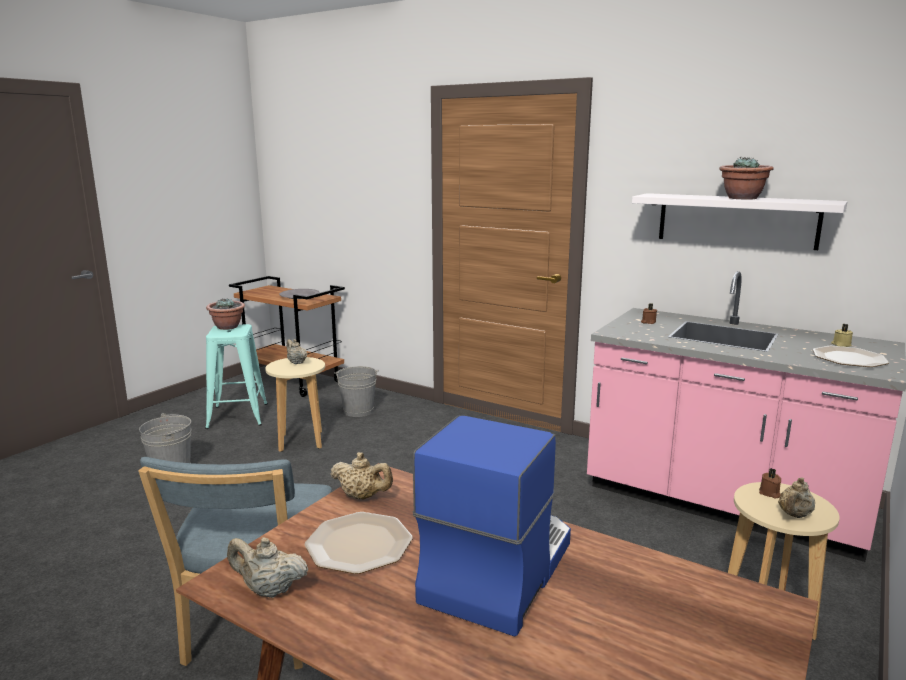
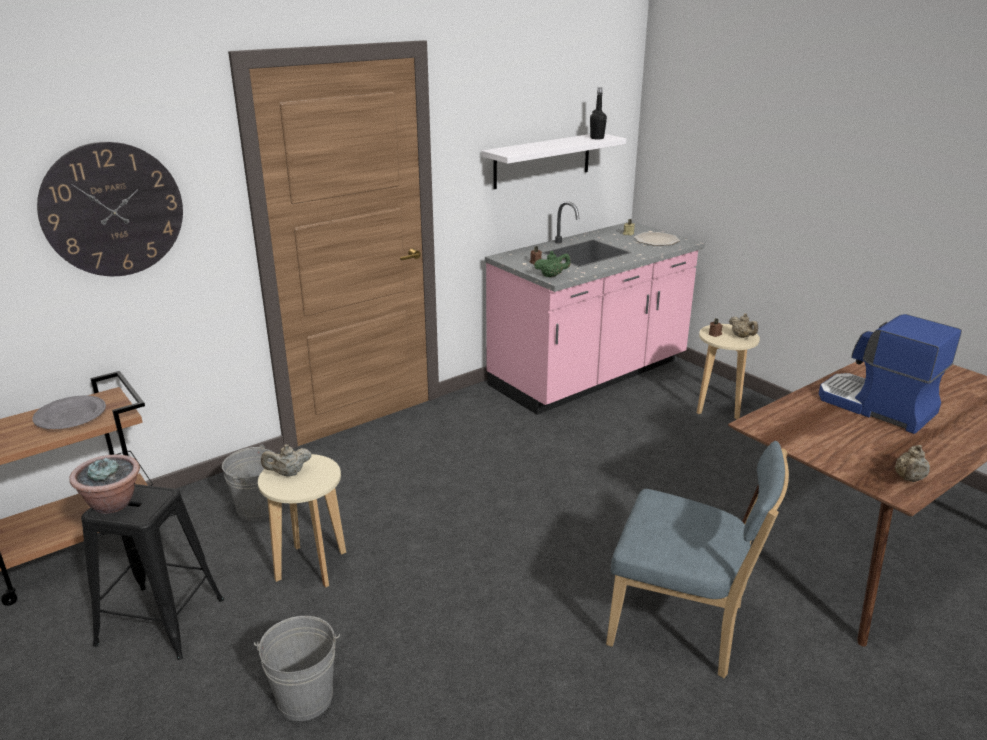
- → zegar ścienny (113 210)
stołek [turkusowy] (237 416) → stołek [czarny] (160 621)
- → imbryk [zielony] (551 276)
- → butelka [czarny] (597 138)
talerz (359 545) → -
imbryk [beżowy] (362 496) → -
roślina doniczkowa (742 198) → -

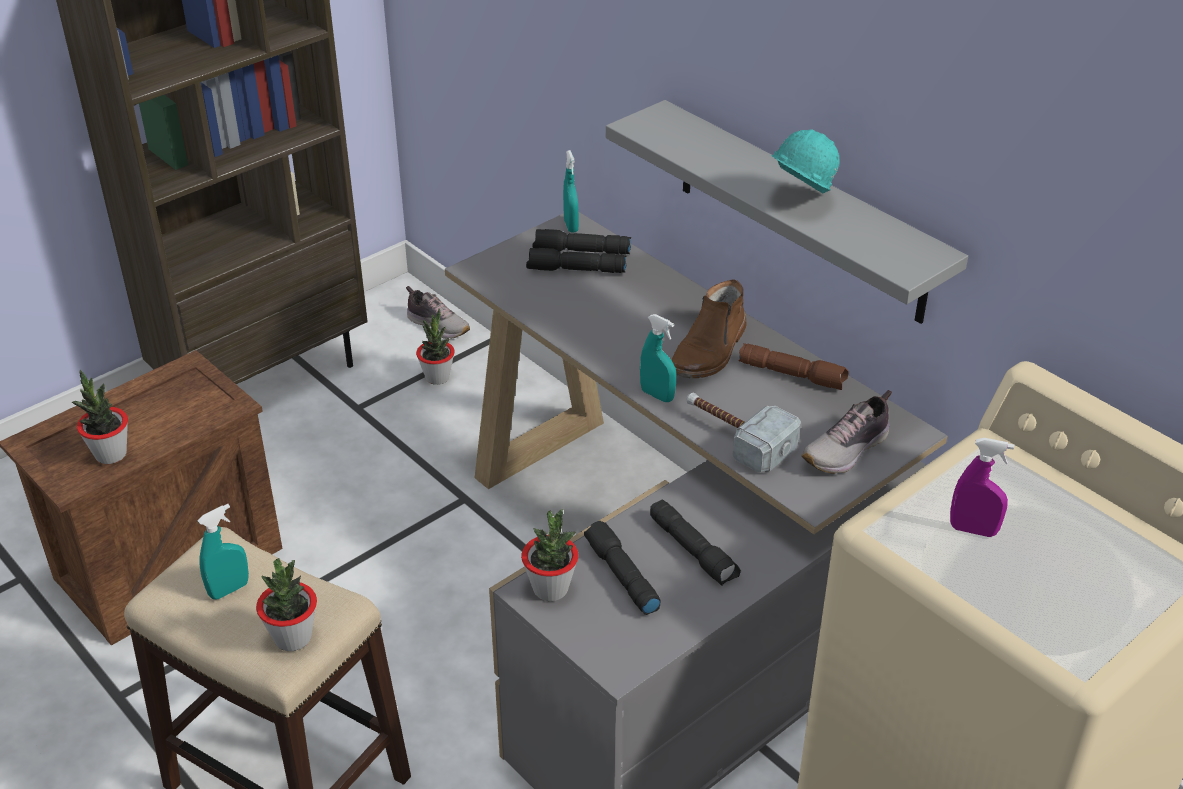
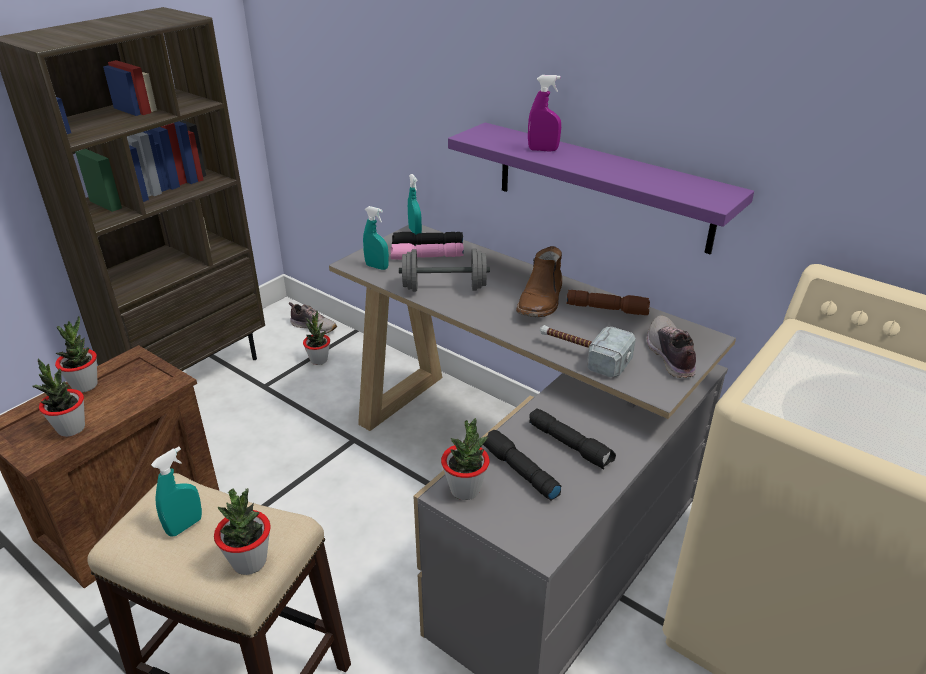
- → roślina doniczkowa (85 385)
spryskiwacz [turkusowy] (657 395) → spryskiwacz [turkusowy] (377 267), moved
latarka [czarny] (575 270) → latarka [różowy] (426 258)
- → hantel [szary] (444 288)
półka [szary] (800 212) → półka [fioletowy] (602 186)
spryskiwacz [fioletowy] (973 530) → spryskiwacz [fioletowy] (543 150), moved
but (847 450) → but (669 355), 135 degrees clockwise
kask [turkusowy] (798 201) → -

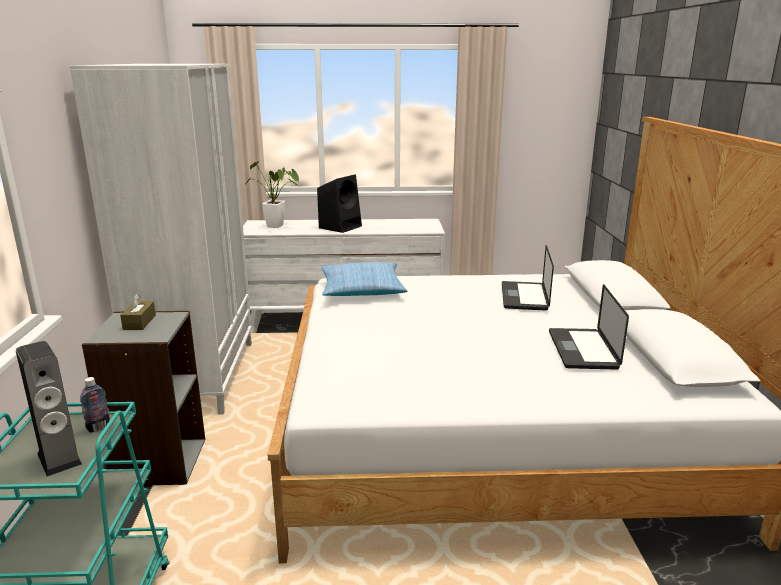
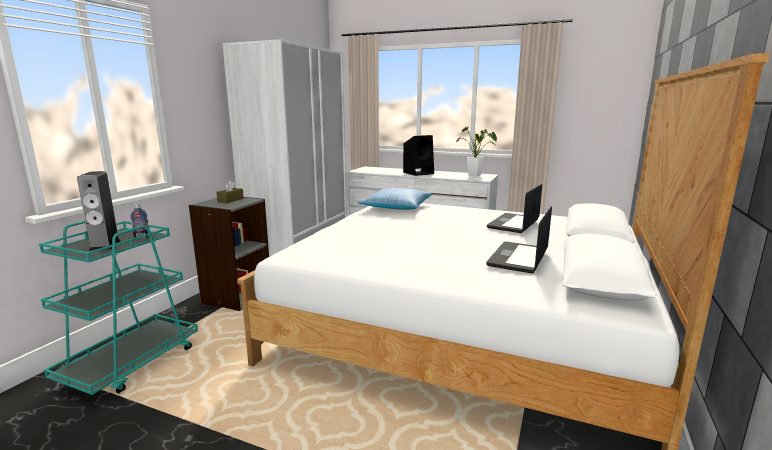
roślina doniczkowa (278 226) → roślina doniczkowa (477 176), moved

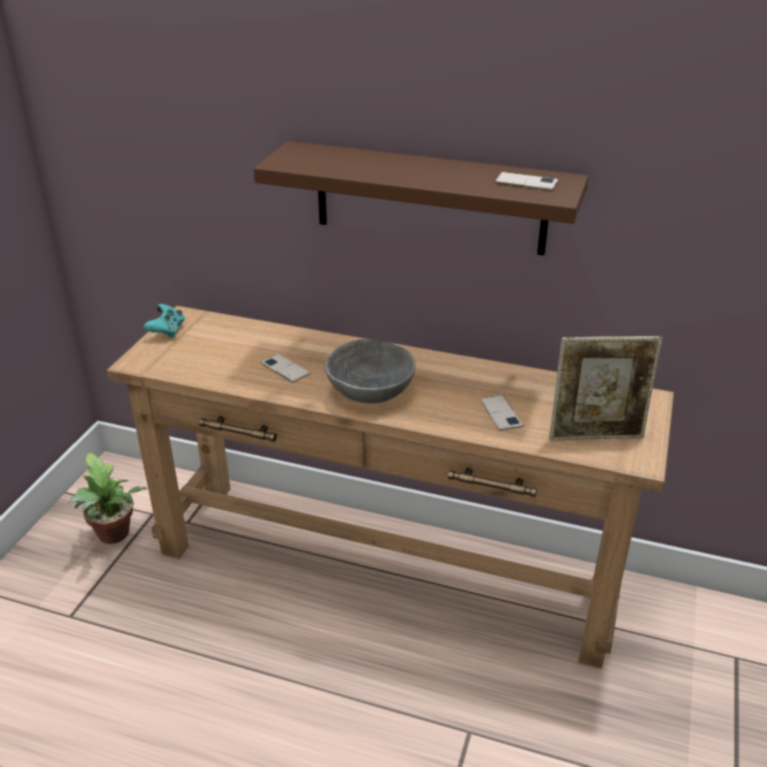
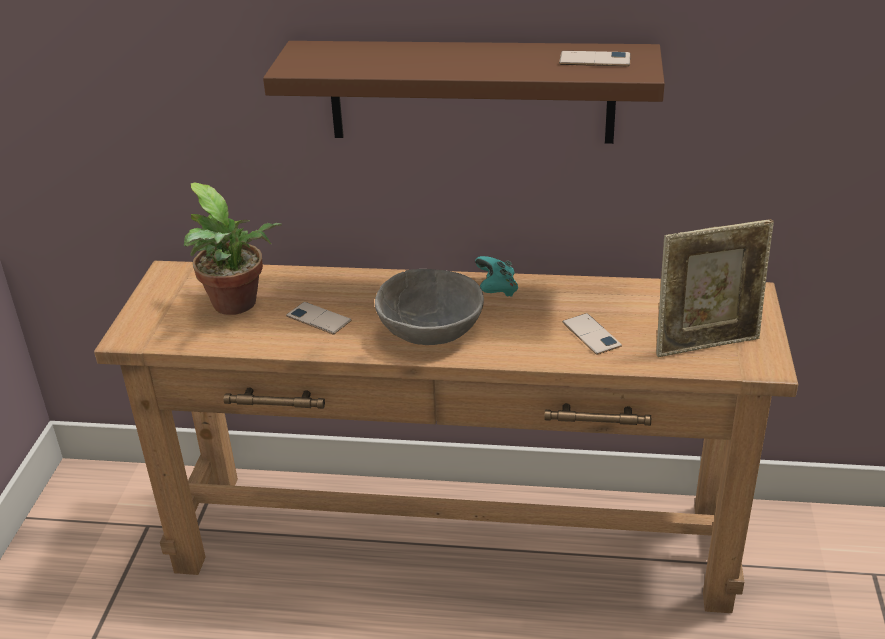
roślina doniczkowa (114 536) → roślina doniczkowa (238 306), moved
pad do gier [turkusowy] (167 331) → pad do gier [turkusowy] (496 289), moved

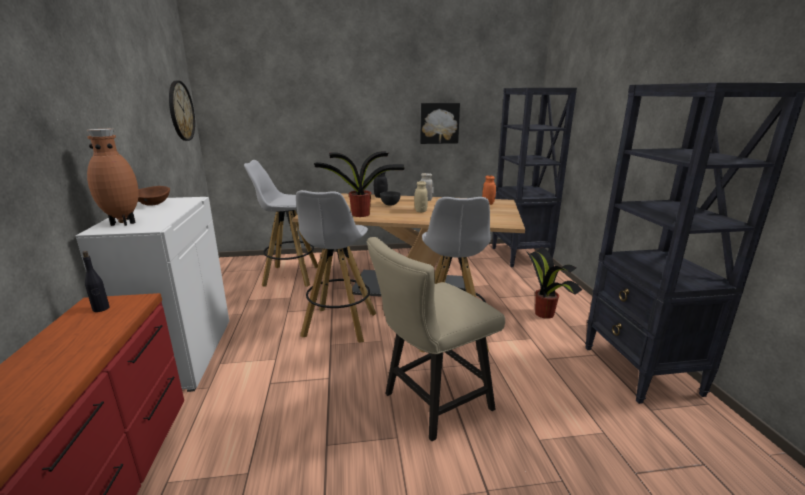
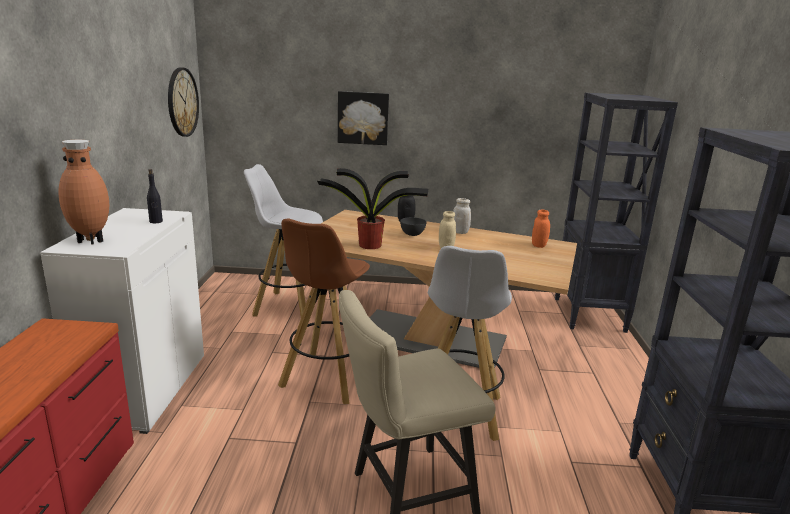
butelka [czarny] (101 309) → butelka [czarny] (156 221), moved
stołek [biały] (339 326) → stołek [brązowy] (327 379)
obraz (439 123) → obraz (363 118), moved
miska [brązowy] (153 204) → -
roślina doniczkowa (545 314) → -

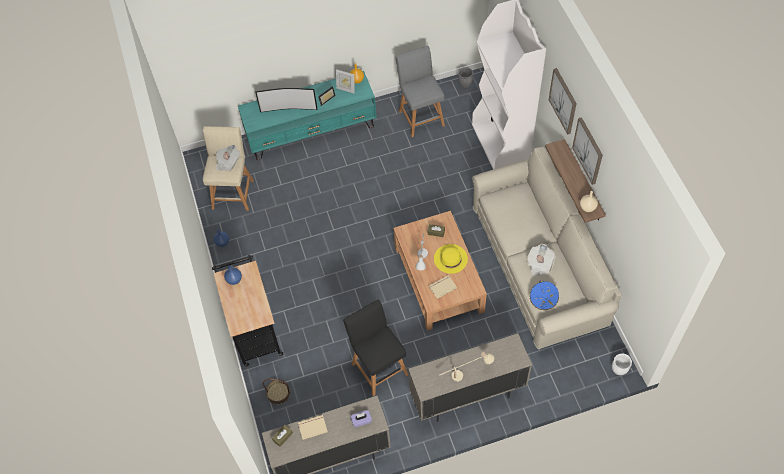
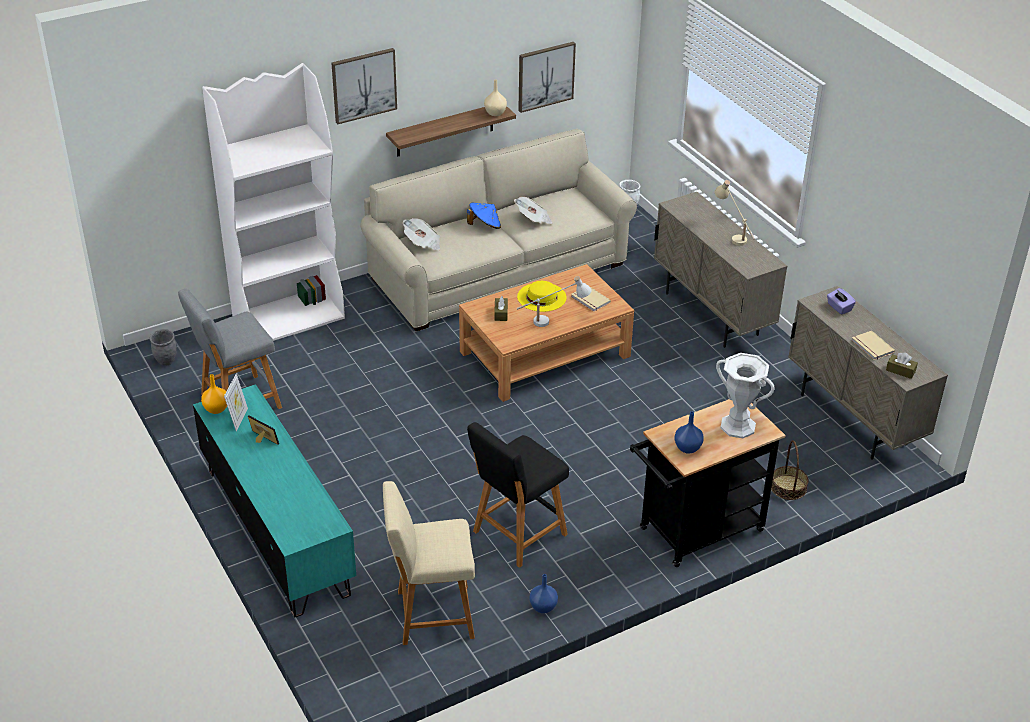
gazeta (227 162) → gazeta (423 243), moved
kapelusz [niebieski] (543 300) → kapelusz [niebieski] (484 226), moved
stołek [czarny] (378 367) → stołek [czarny] (516 535), moved
obraz (588 150) → obraz (545 76), moved
- → wazon [biały] (738 426)
telewizor (288 109) → -

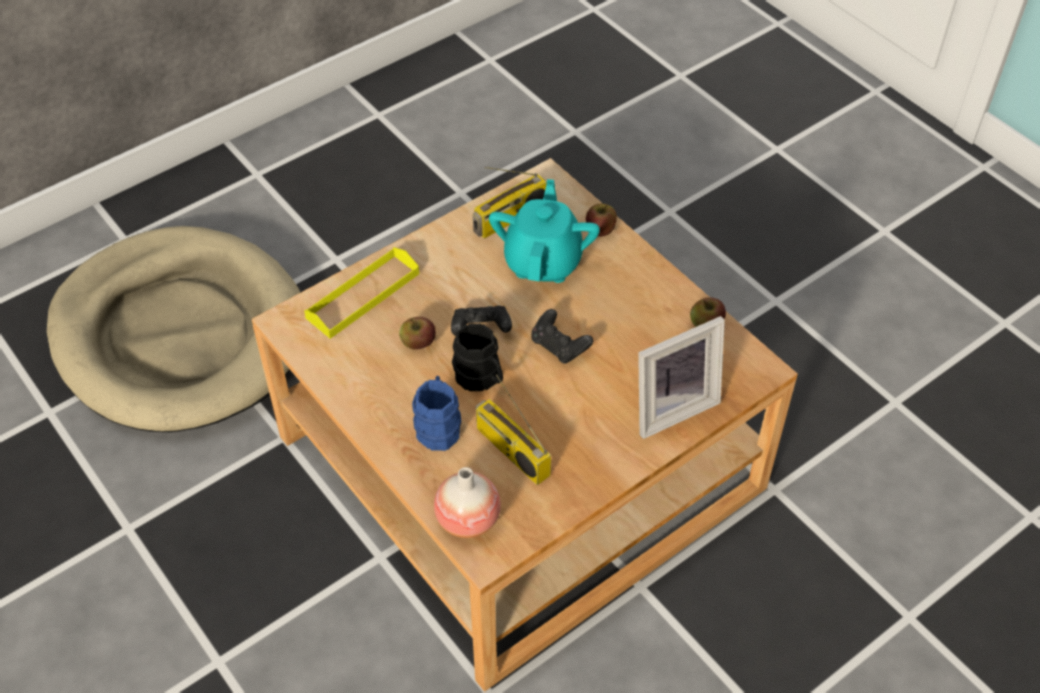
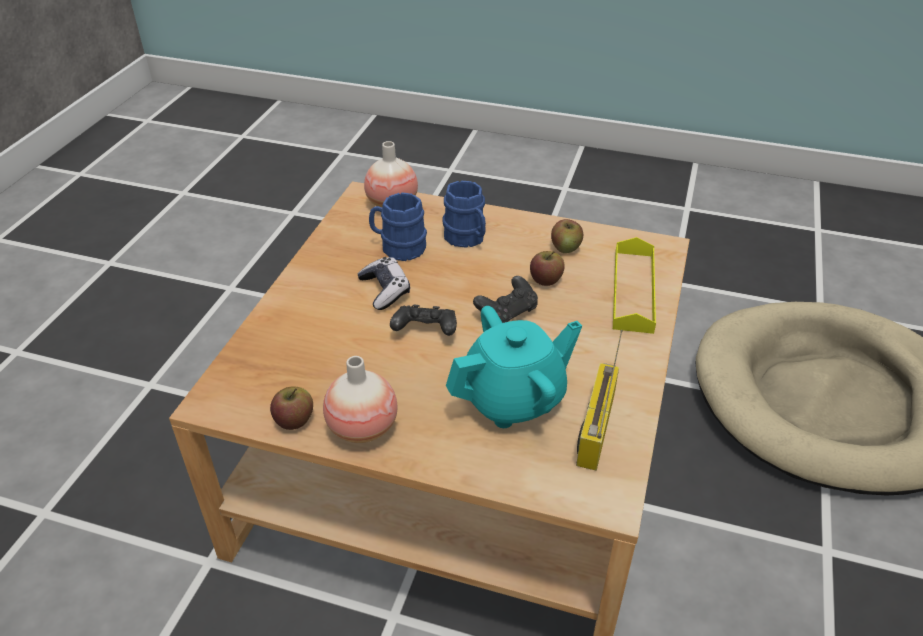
- → wazon (362 428)
- → pad do gier (385 290)
radio (510 451) → kubek [niebieski] (398 248)
imbryk [turkusowy] (543 261) → imbryk [turkusowy] (513 399), 90 degrees counterclockwise
jabłko (600 229) → jabłko (565 247), moved
kubek [czarny] (481 379) → -
ramka na zdjęcie (670 406) → -

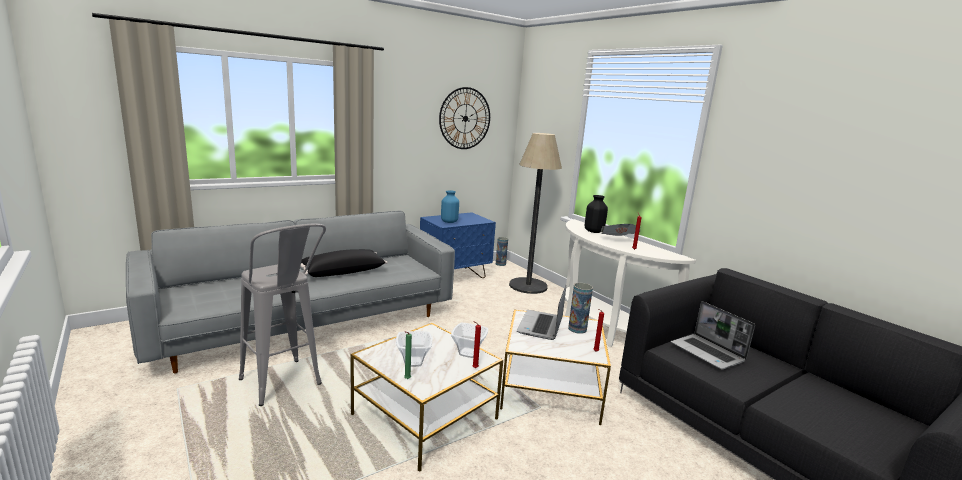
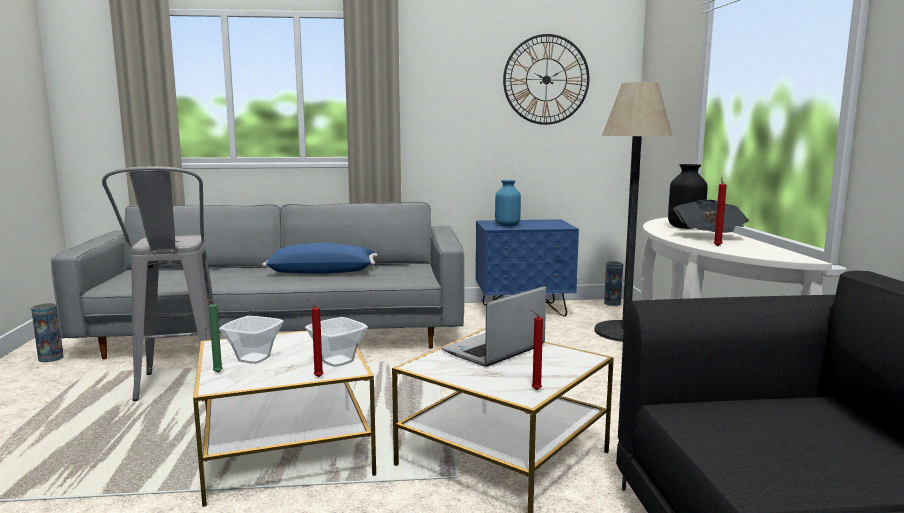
wazon (577 329) → wazon (51 358), moved
poduszka [czarny] (342 272) → poduszka [niebieski] (322 272)
laptop (708 353) → -

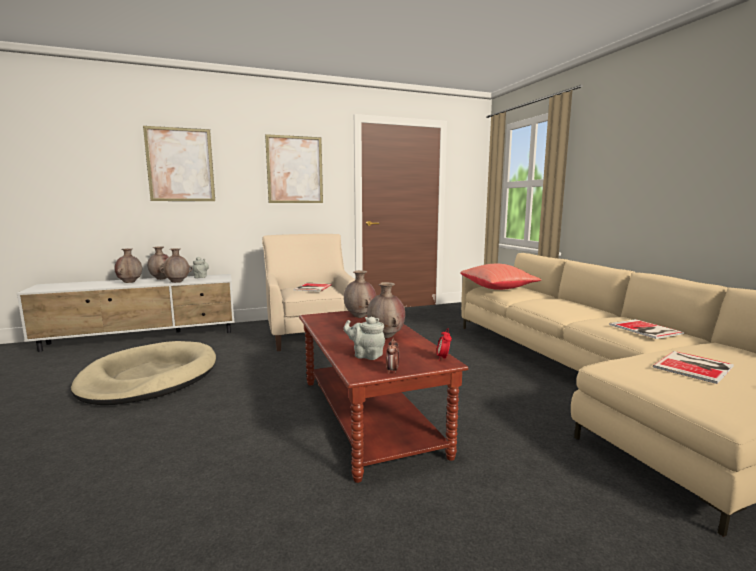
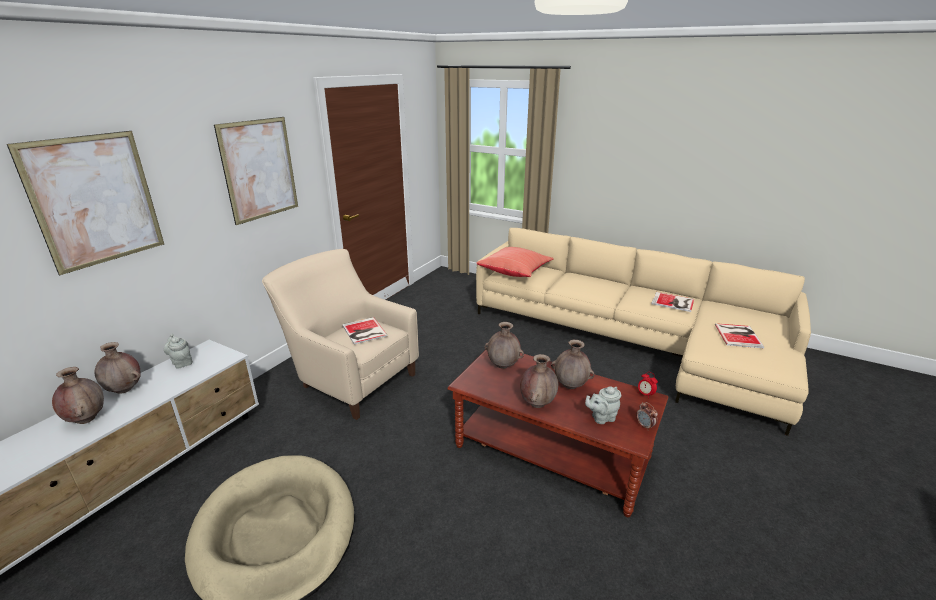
wazon [brązowy] (177 282) → wazon [brązowy] (537 403), moved

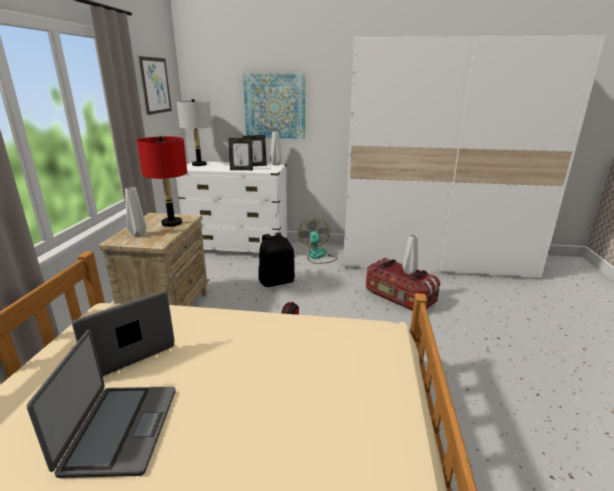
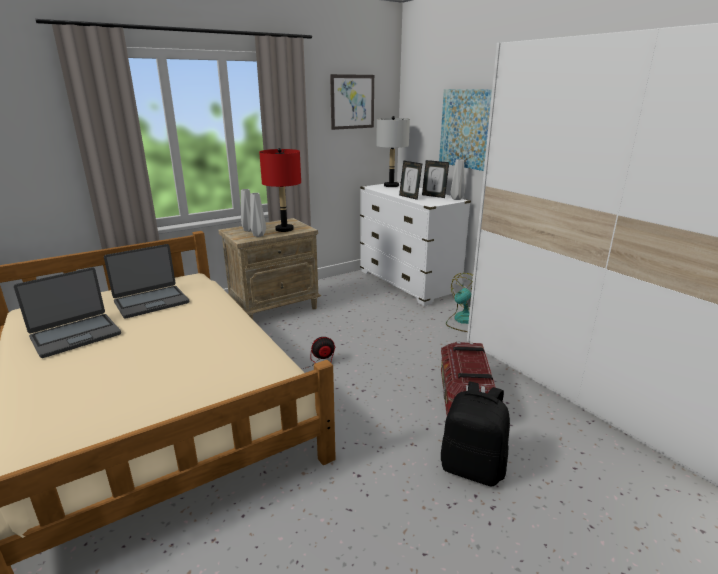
laptop (124 350) → laptop (151 302), 135 degrees clockwise
wazon [szary] (409 273) → wazon [szary] (258 235), moved
plecak [czarny] (277 281) → plecak [czarny] (473 468), moved

